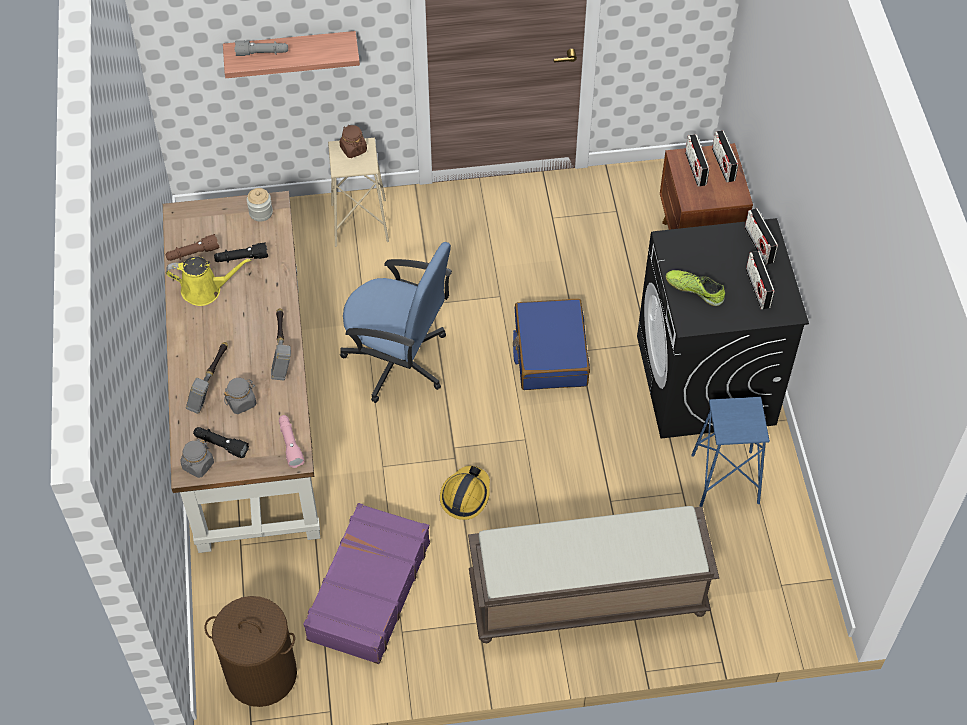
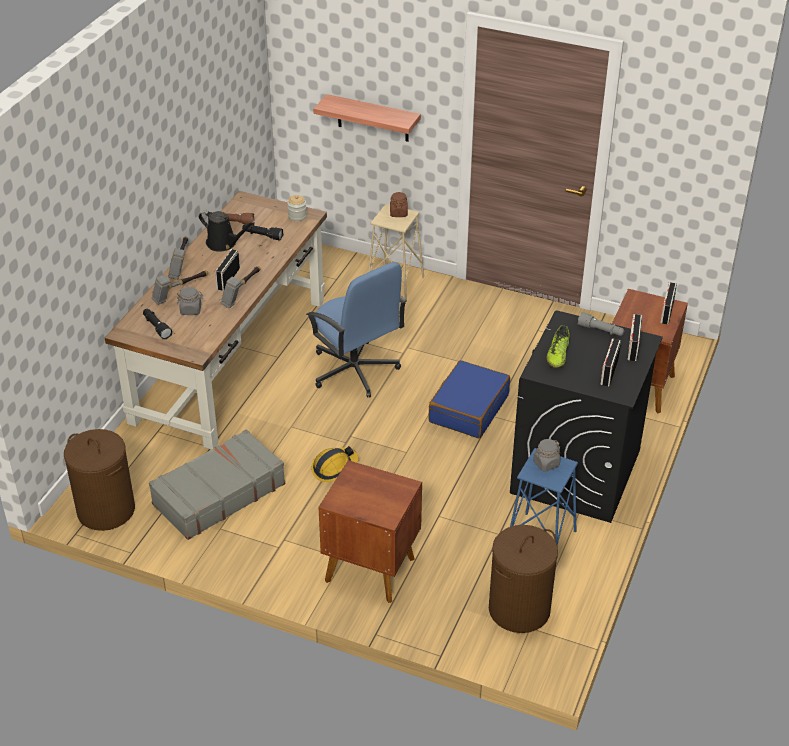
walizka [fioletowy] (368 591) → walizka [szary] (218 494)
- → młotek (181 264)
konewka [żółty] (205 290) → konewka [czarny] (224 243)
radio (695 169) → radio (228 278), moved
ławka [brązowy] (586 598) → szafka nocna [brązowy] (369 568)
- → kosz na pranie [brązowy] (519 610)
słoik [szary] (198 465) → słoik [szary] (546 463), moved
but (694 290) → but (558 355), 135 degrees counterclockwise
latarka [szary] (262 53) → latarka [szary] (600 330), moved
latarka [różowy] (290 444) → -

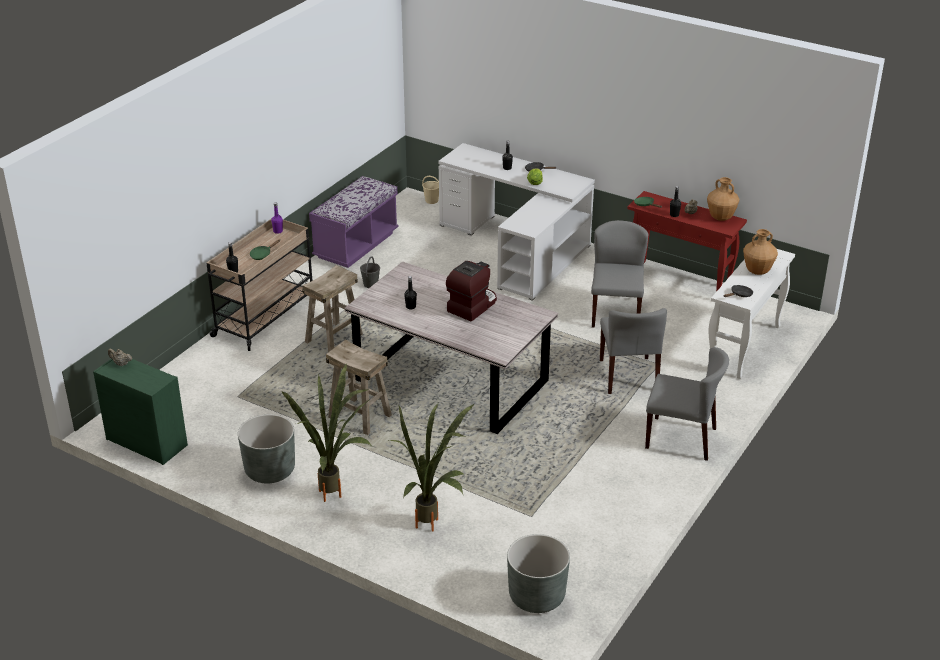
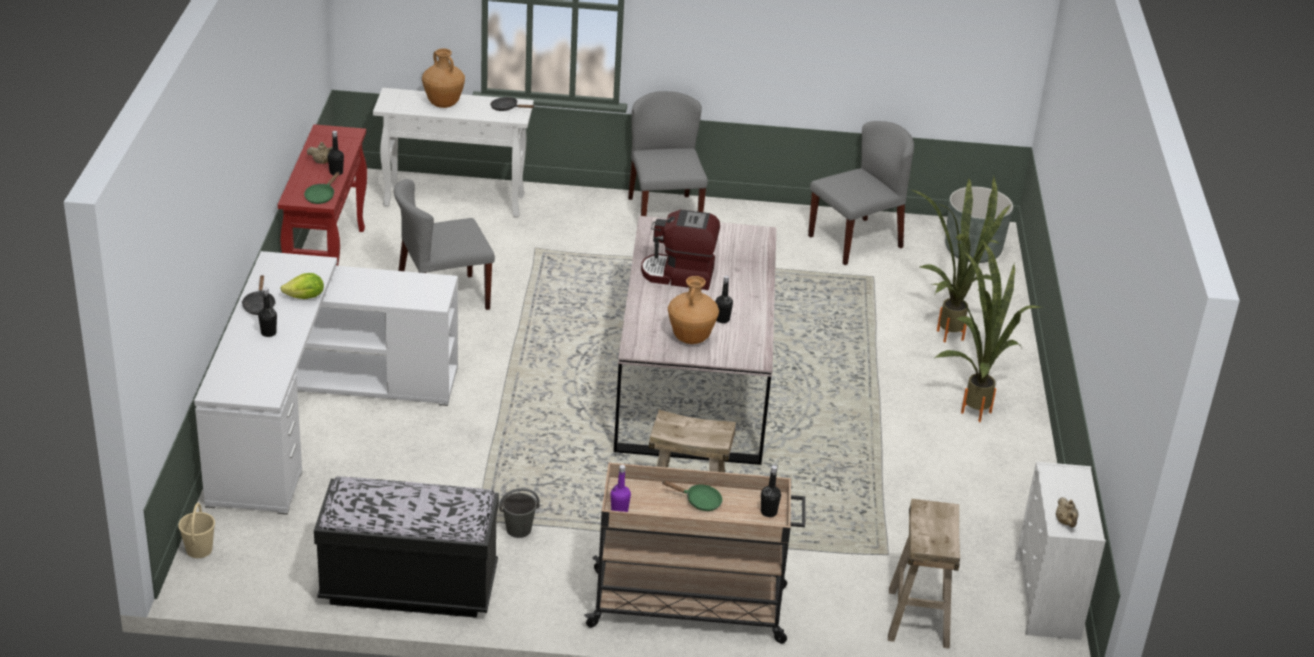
ławka [fioletowy] (356 245) → ławka [czarny] (409 587)
wazon [brązowy] (720 218) → wazon [brązowy] (691 339), moved
krzesło [szary] (629 376) → krzesło [szary] (855 241), moved
stołek [beżowy] (359 416) → stołek [beżowy] (919 618), moved
komoda [zielony] (146 442) → komoda [biały] (1047 599)
donica [szary] (270 470) → -

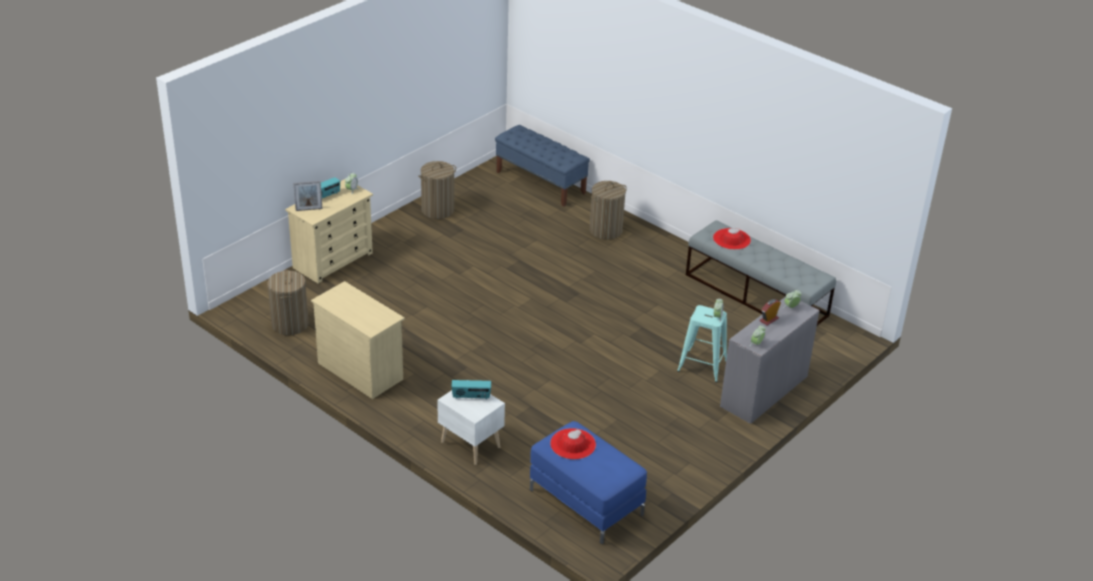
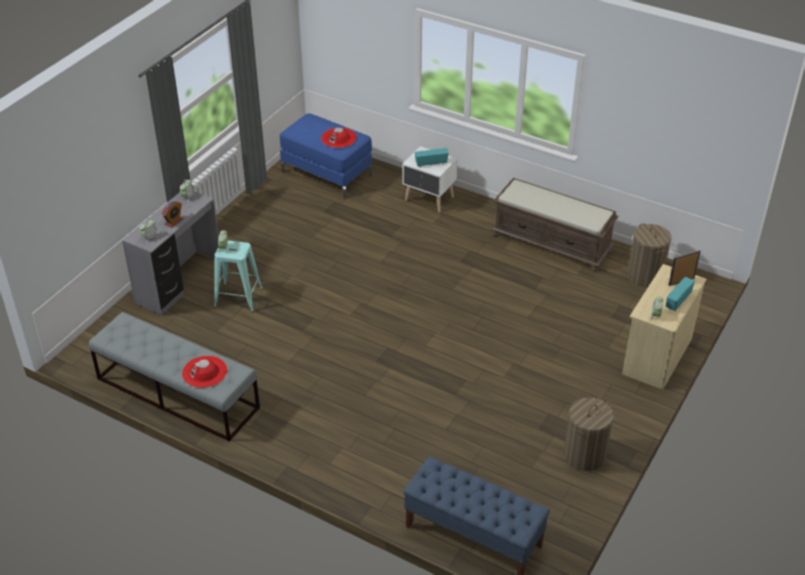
komoda [beżowy] (360 371) → ławka [brązowy] (552 243)
kosz na pranie (605 230) → -

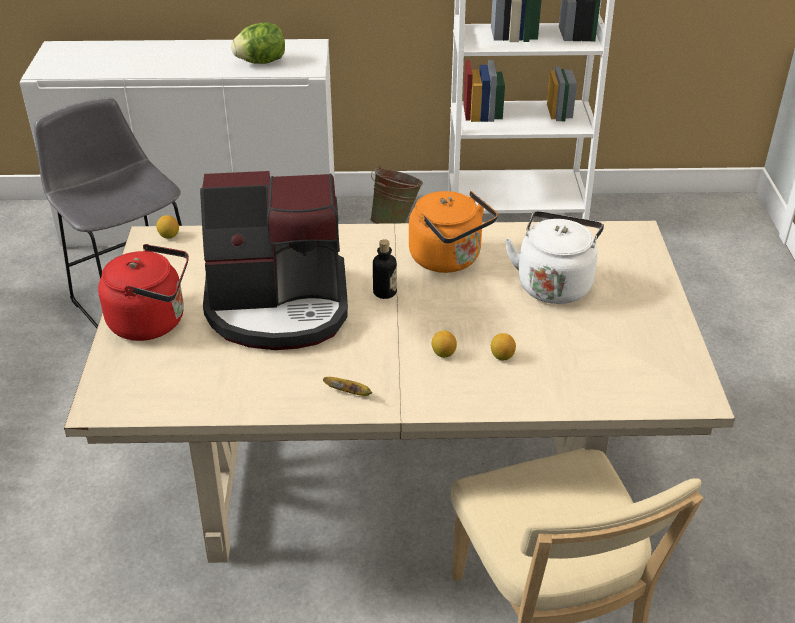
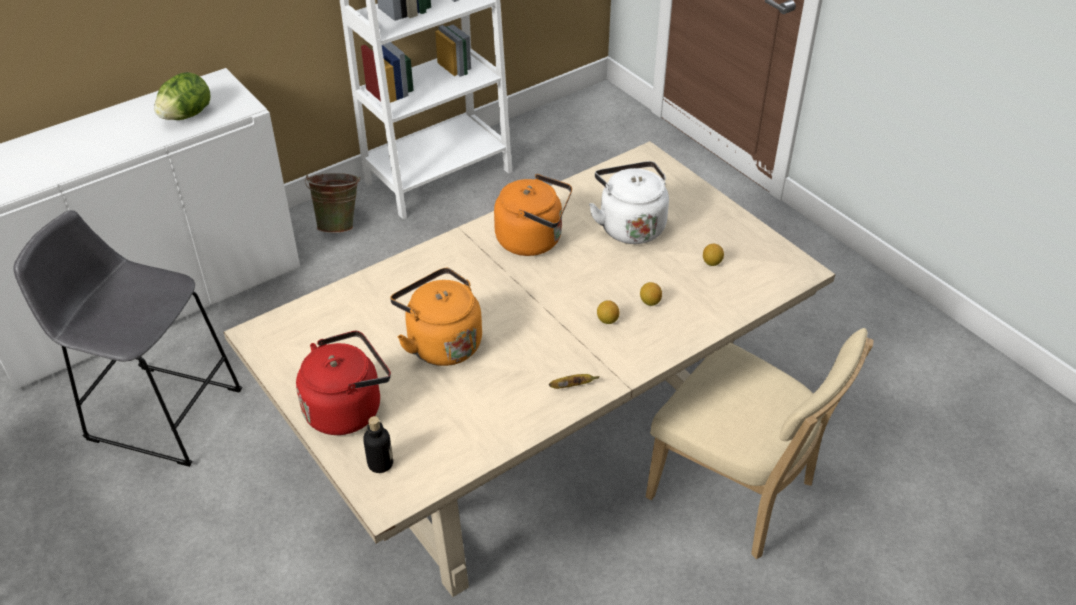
butelka (384 292) → butelka (380 464), moved
ekspres do kawy (279 306) → czajnik [pomarańczowy] (441 343)
cytryna (169 236) → cytryna (712 263), moved

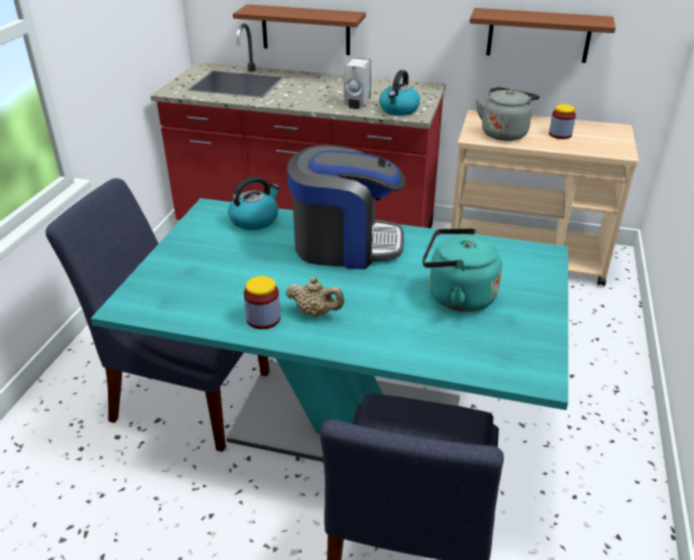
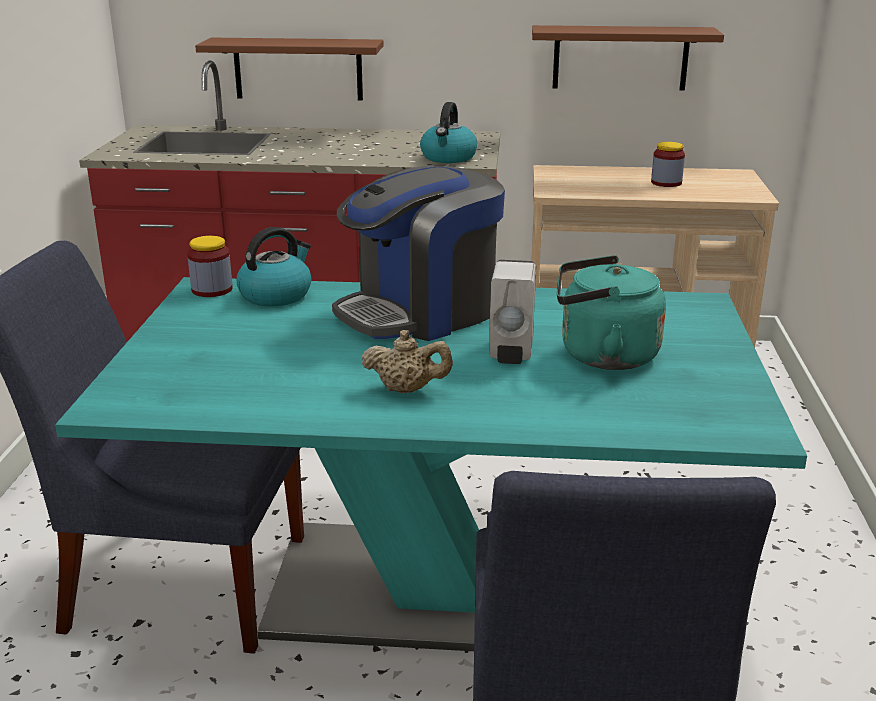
słoik (263 319) → słoik (212 290), moved
ekspres do kawy (345 245) → ekspres do kawy (420 312), 150 degrees clockwise
dozownik mydła [biały] (357 104) → dozownik mydła [biały] (511 353), moved
czajnik [szary] (504 133) → -

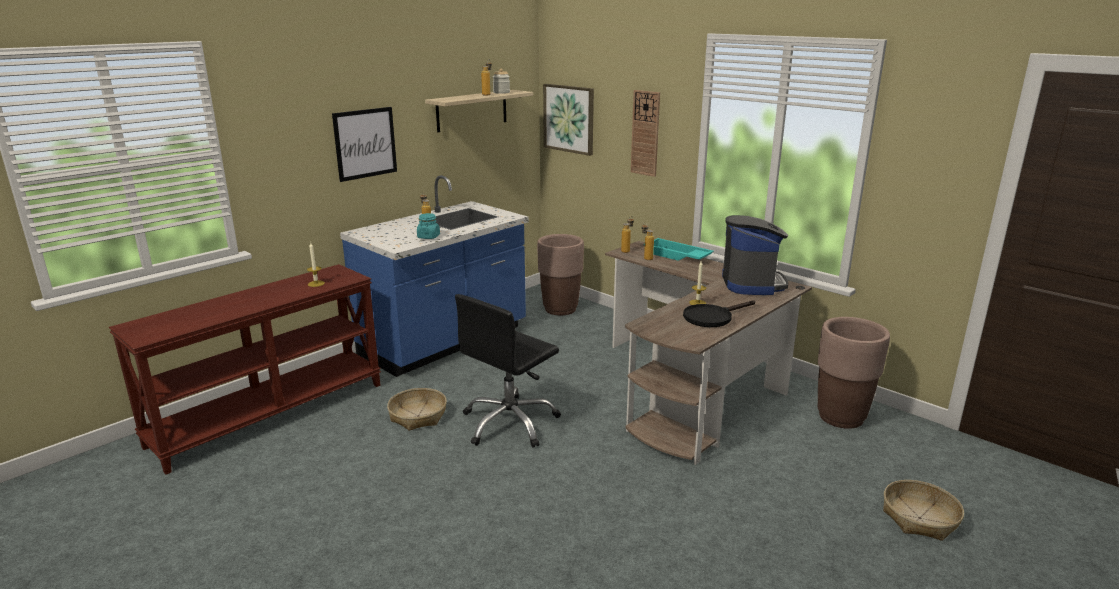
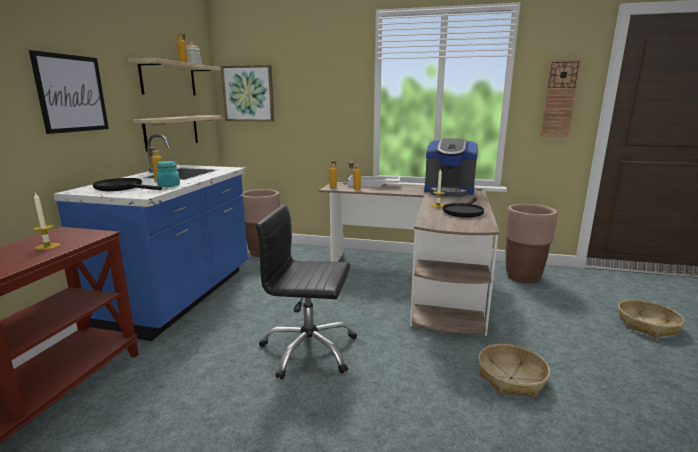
- → patelnia [czarny] (123 188)
- → półka (172 132)
krzesło biurowe [czarny] (510 423) → krzesło biurowe [czarny] (309 350), 90 degrees clockwise
taca [turkusowy] (676 256) → taca [biały] (373 185)
ekspres do kawy (752 283) → ekspres do kawy (449 191), 135 degrees clockwise
koszyk (418 416) → koszyk (511 378), moved
zegar ścienny (645 133) → zegar ścienny (559 99), moved

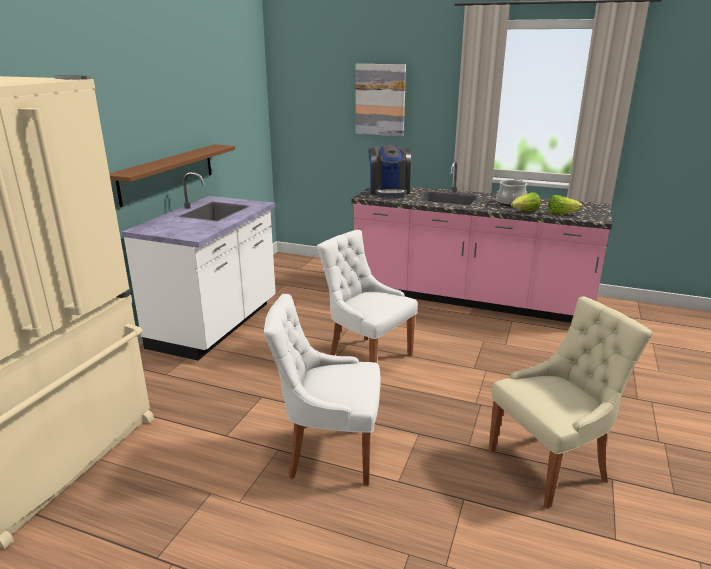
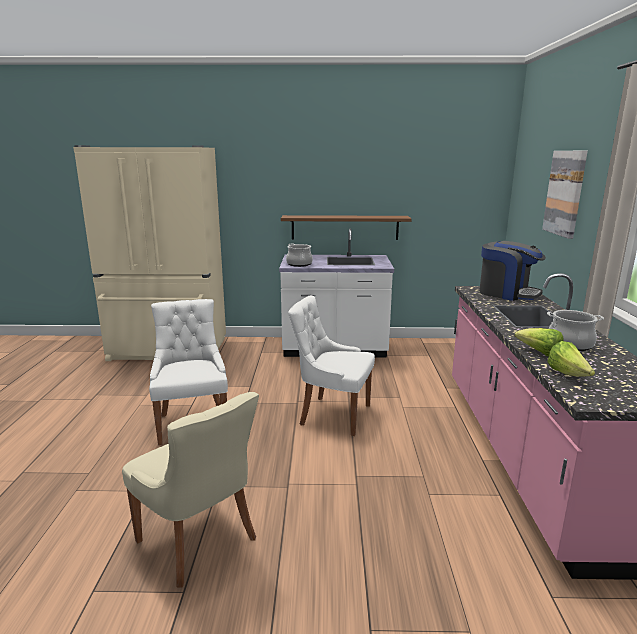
- → garnek (299 264)
krzesło [biały] (367 357) → krzesło [biały] (332 414), 90 degrees counterclockwise
ekspres do kawy (389 191) → ekspres do kawy (507 293), 120 degrees counterclockwise

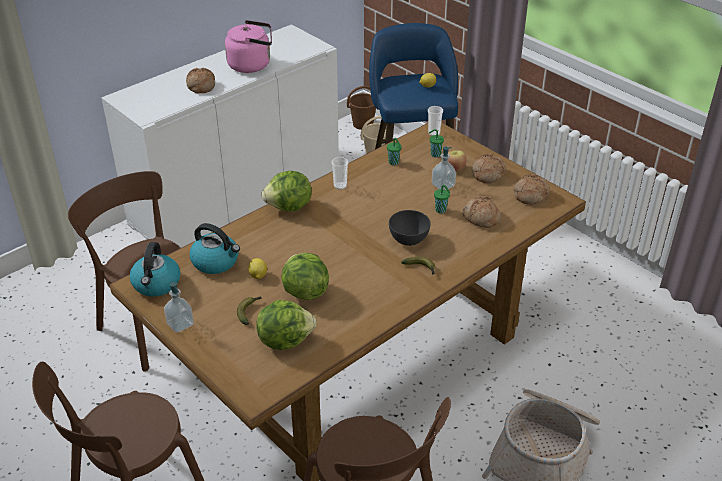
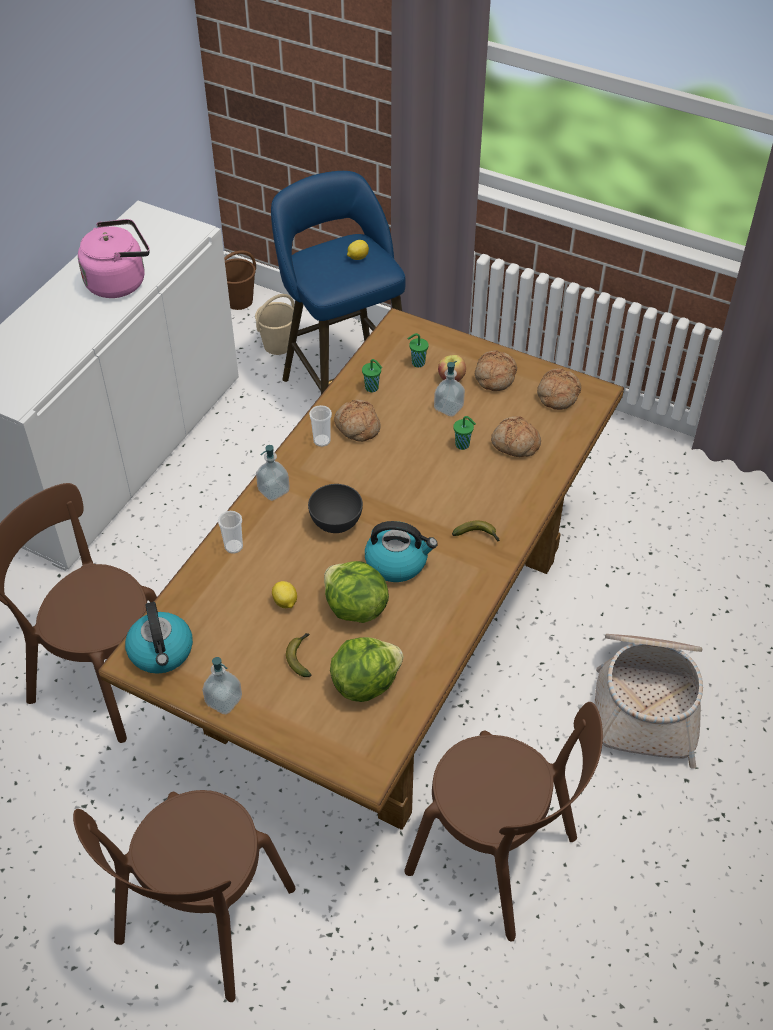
filiżanka (434 133) → filiżanka (233 546), moved
sałata (289 207) → dozownik mydła (273 490)
miska [szary] (409 240) → miska [szary] (336 522), moved
chleb (200 86) → chleb (357 427), moved
czajnik (216 262) → czajnik (397 562), moved

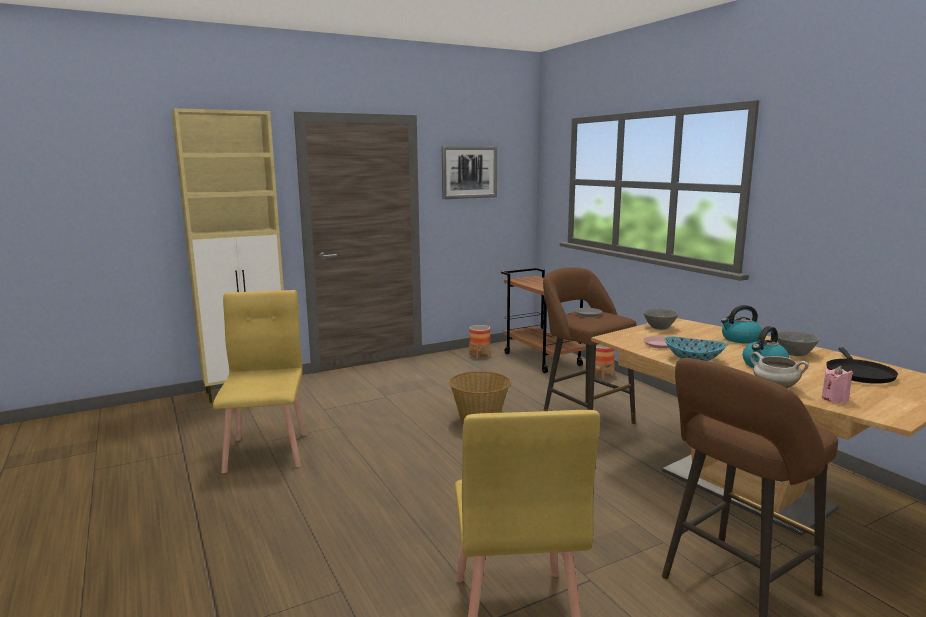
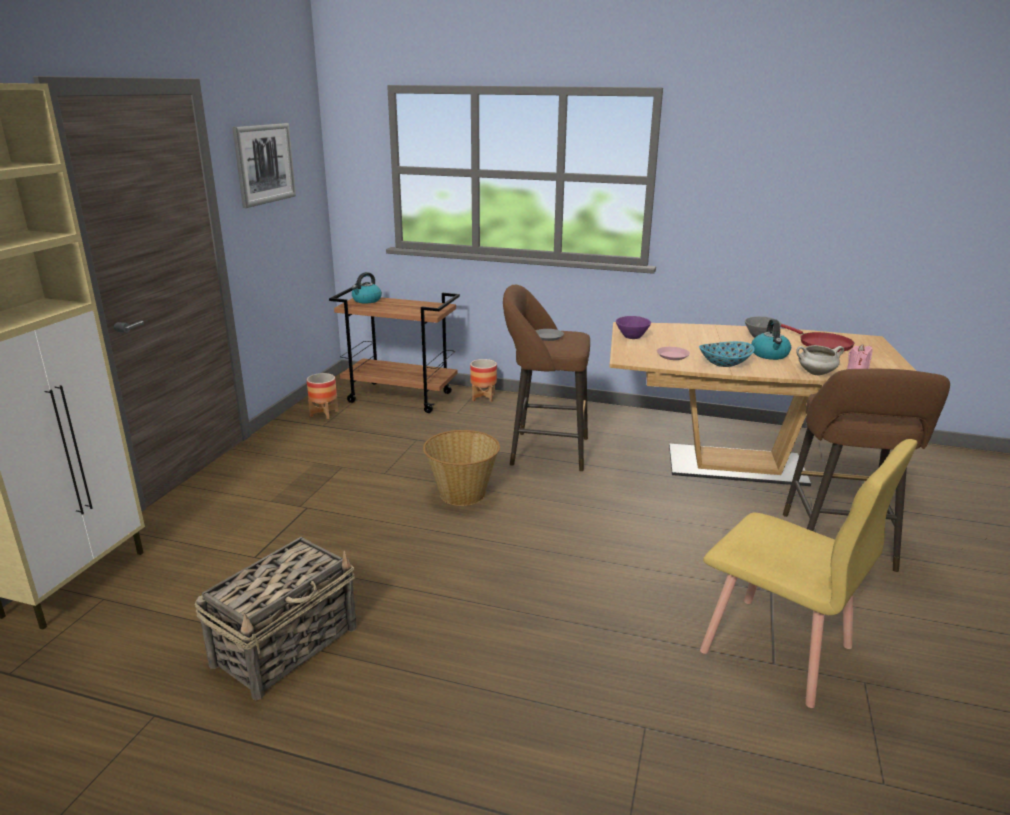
krzesło [żółty] (267 451) → koszyk (287 645)
czajnik (740 339) → czajnik (366 300), moved
miska [szary] (658 327) → miska [fioletowy] (631 337)
patelnia [czarny] (858 373) → patelnia [czerwony] (822 344)

